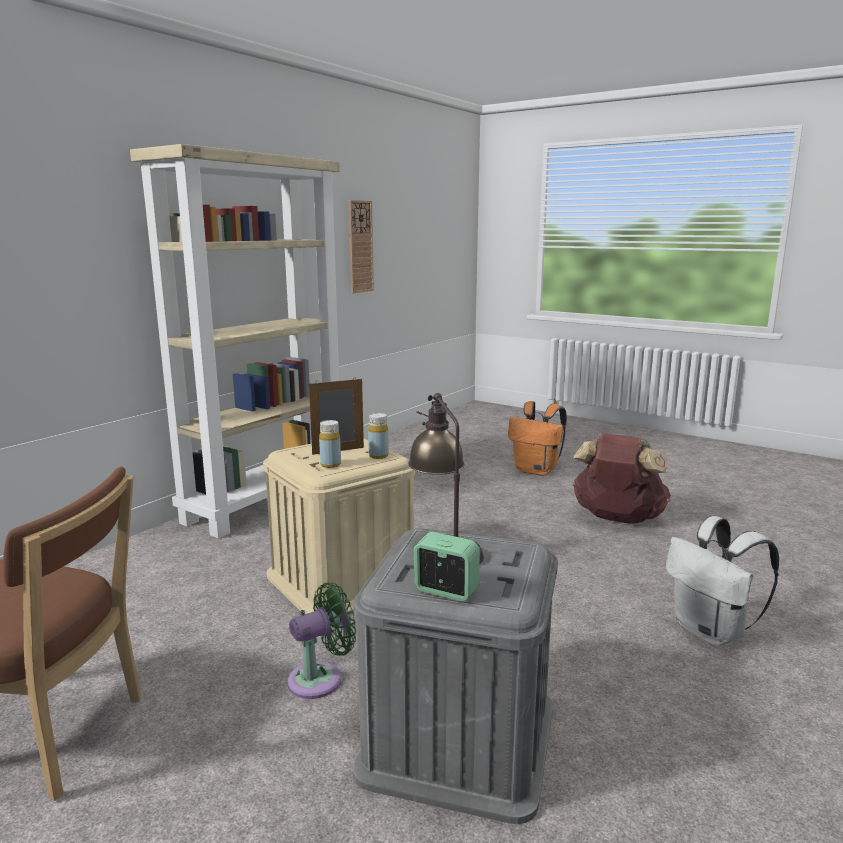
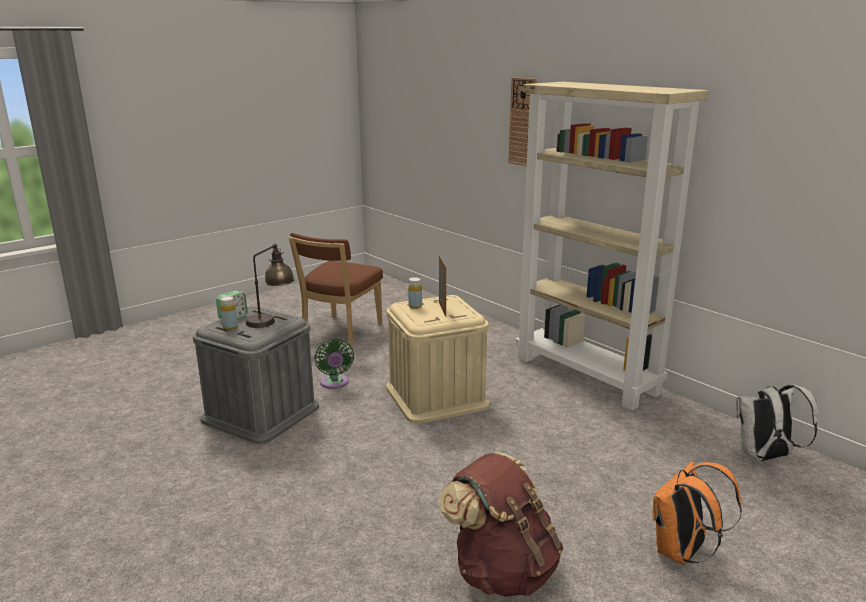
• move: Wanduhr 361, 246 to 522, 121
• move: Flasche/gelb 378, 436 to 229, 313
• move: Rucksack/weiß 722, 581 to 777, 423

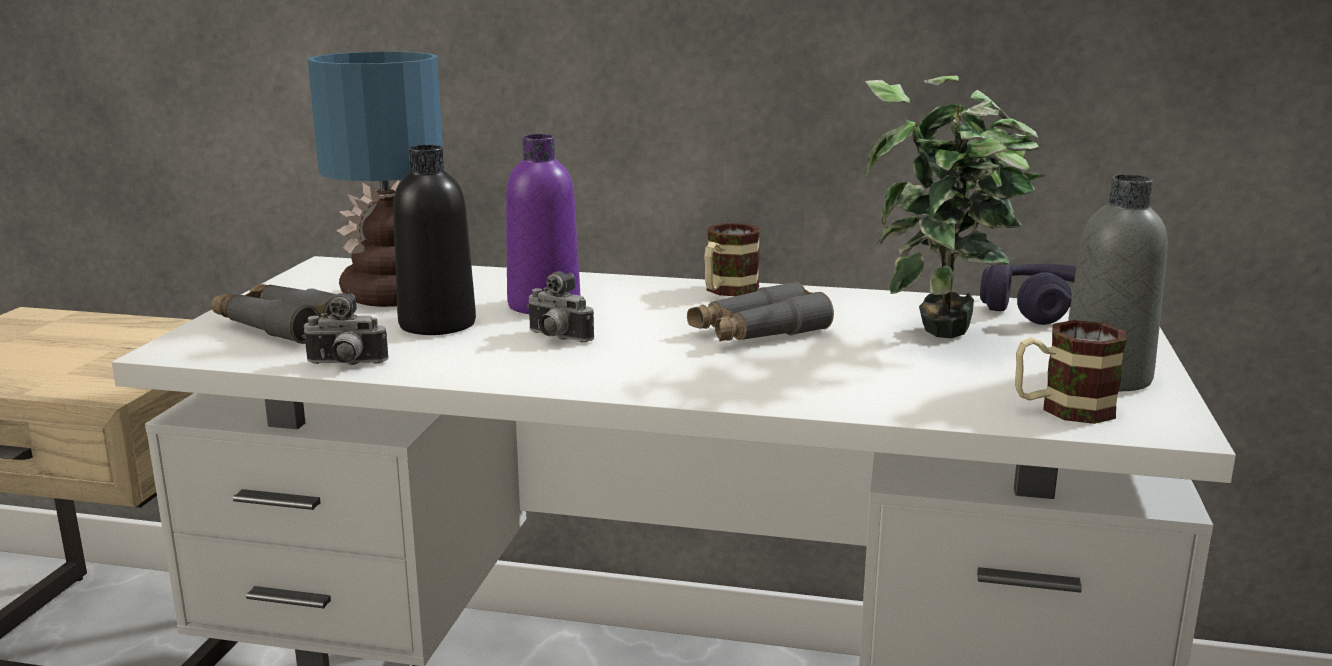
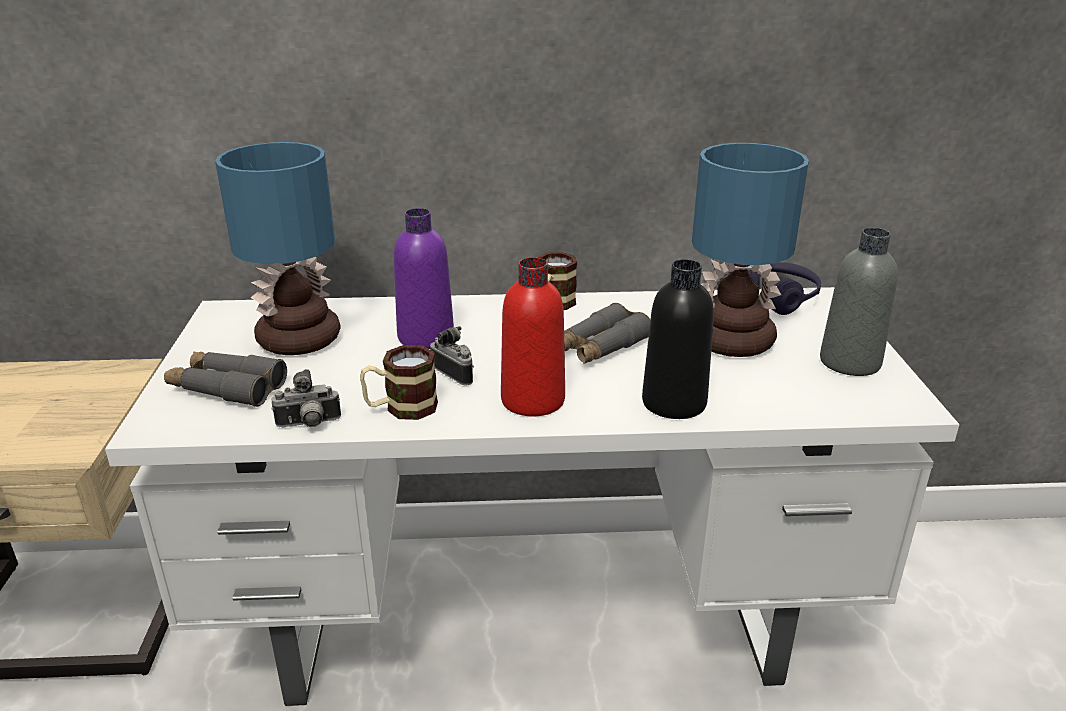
• replace: Topfpflanze 955, 206 to Tischlampe 750, 250
• move: Flasche/schwarz 434, 240 to 678, 339
• rotate: Kamera 560, 306 = 452, 356 150 degrees counterclockwise
• move: Henkelbecher 1071, 372 to 399, 382
• insert: Flasche/rot 533, 336

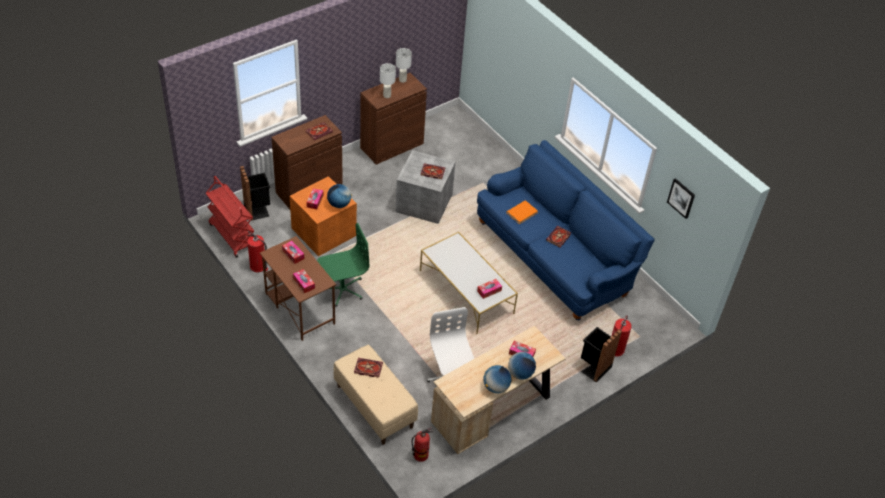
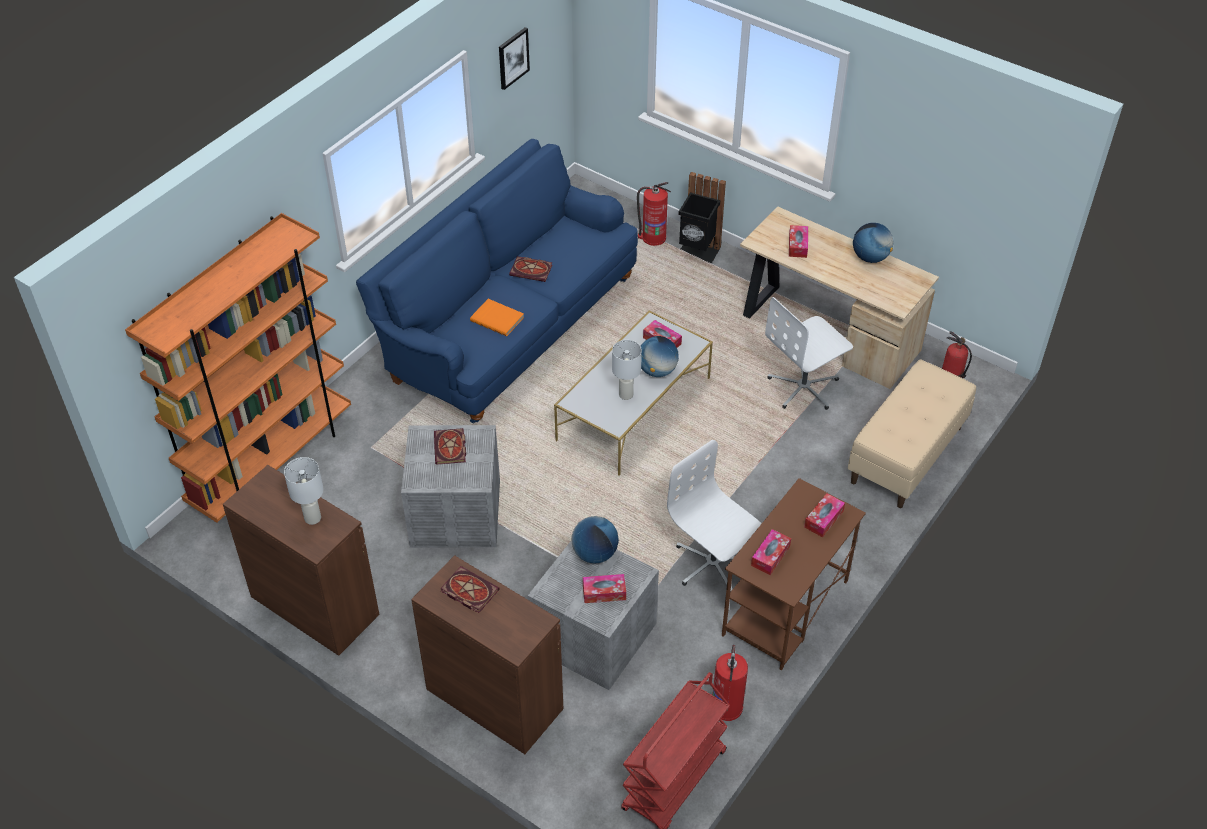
• move: Tischlampe/weiß 404, 65 to 627, 370
• delete: Mülleimer/schwarz 255, 193
• recolor: Aufbewahrungsbox/orange 323, 216 to Aufbewahrungsbox/grau 593, 615
• recolor: Bürostuhl/grün 343, 265 to Bürostuhl/weiß 714, 516
• move: Globus 522, 366 to 660, 356
• delete: Buch 368, 368
• insert: Bücherregal/orange 238, 368

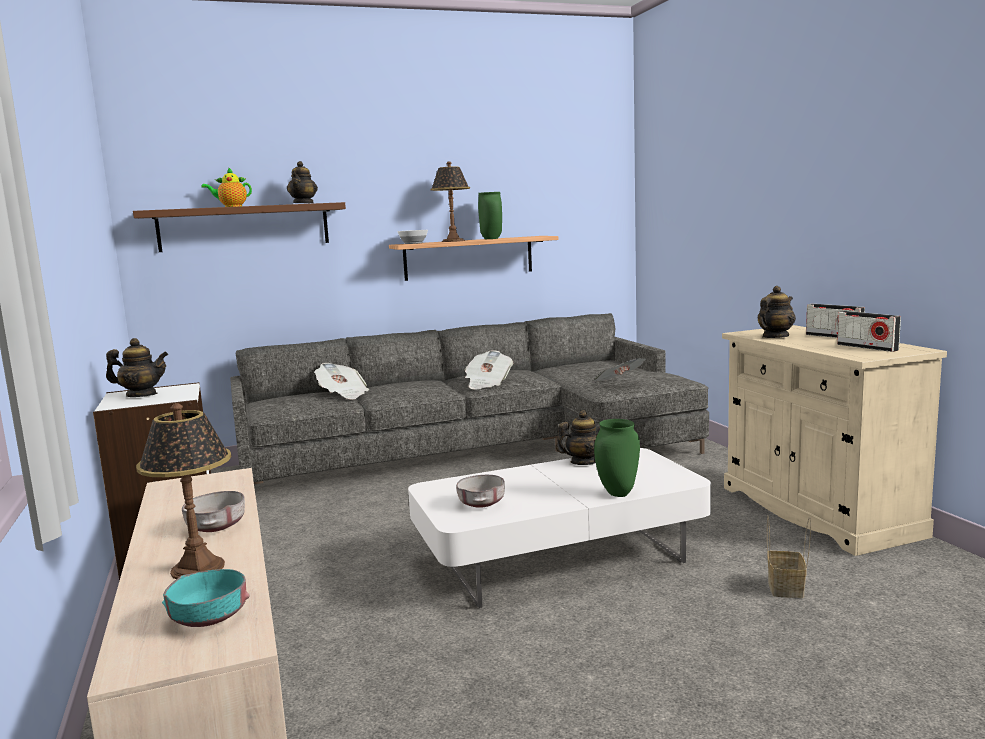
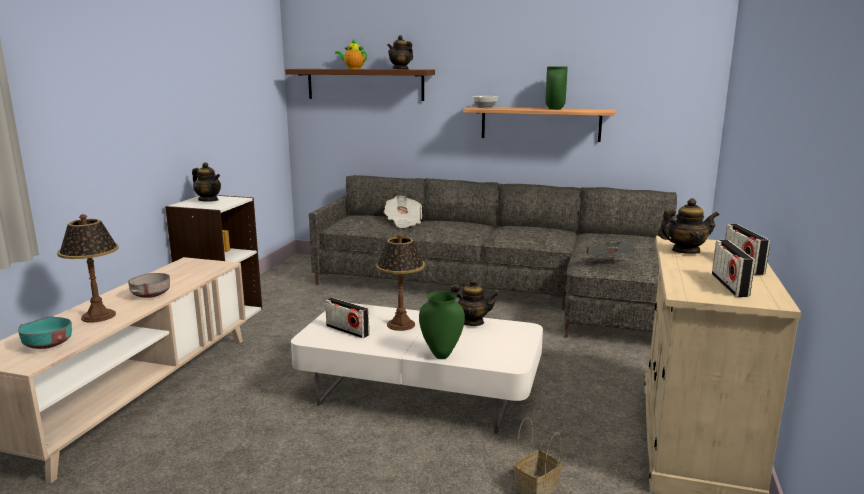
• move: Tischlampe 450, 201 to 400, 282
• delete: Zeitung 489, 369
• replace: Schüssel/grau 480, 491 to Radio 347, 317

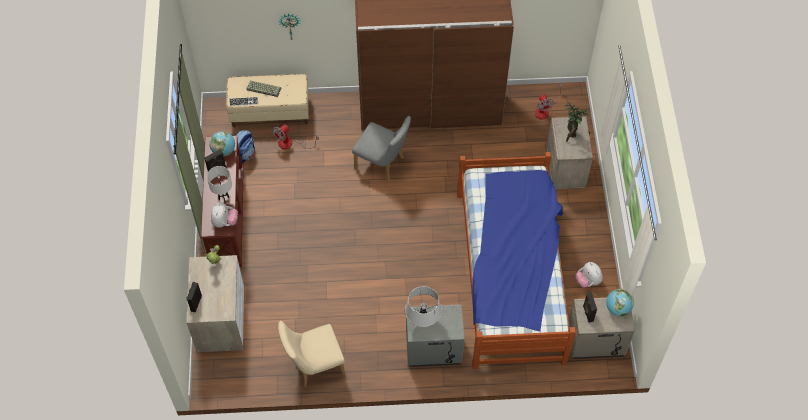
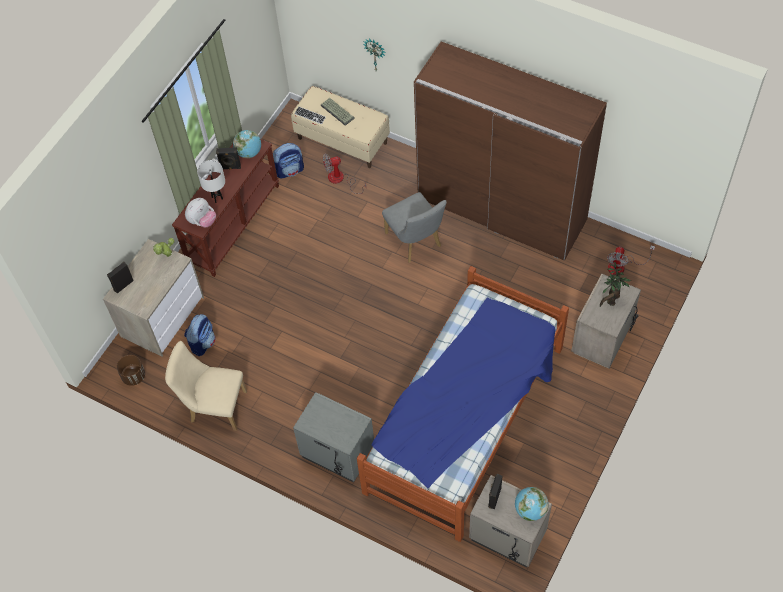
• delete: Plüschtier 589, 275
• delete: Tischlampe/grau 423, 306
• insert: Rucksack 200, 335
• insert: Pflanzkübel/braun 131, 370

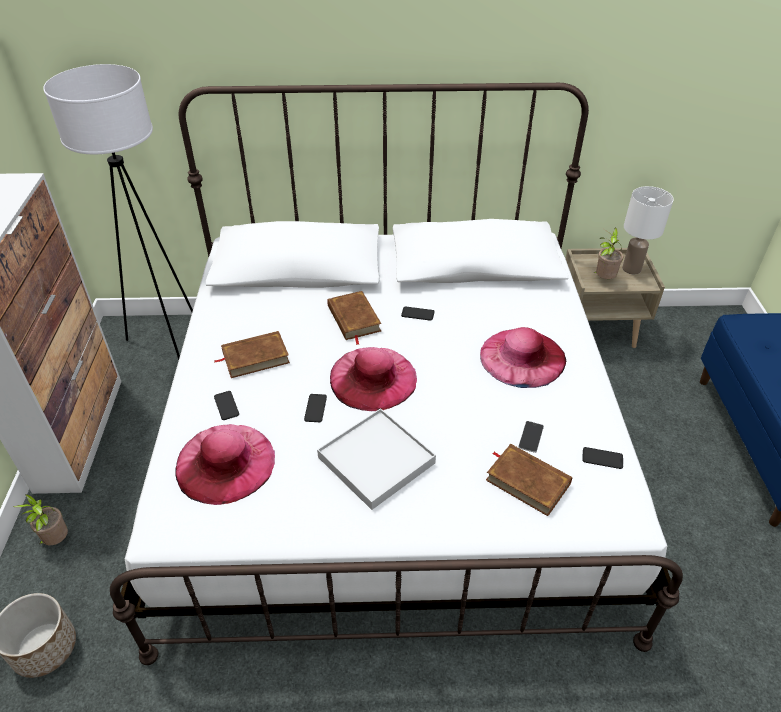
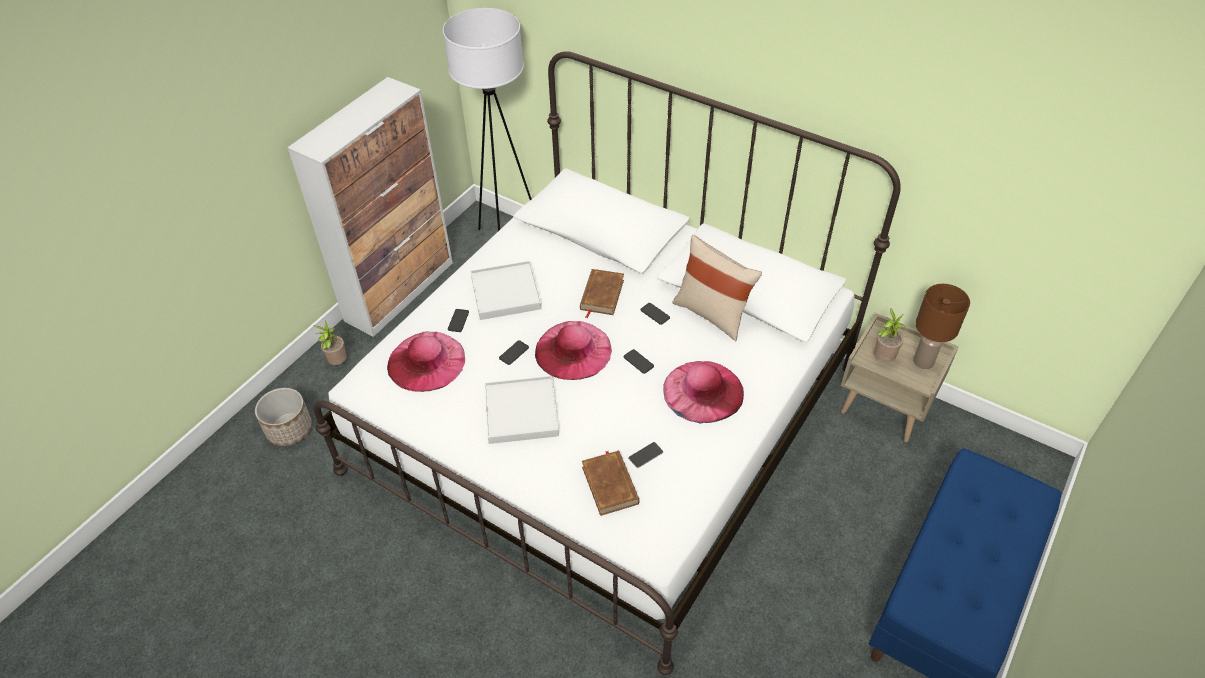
• recolor: Tischlampe/weiß 648, 230 to Tischlampe/braun 941, 326
• replace: Buch/braun 252, 354 to Tablett/weiß 506, 290
• move: Handy 602, 458 to 639, 361
• insert: Kissen/beige 717, 288

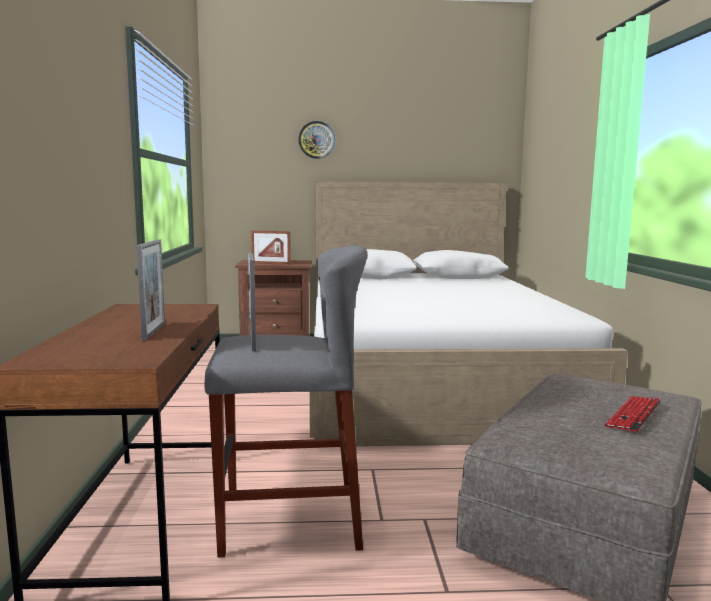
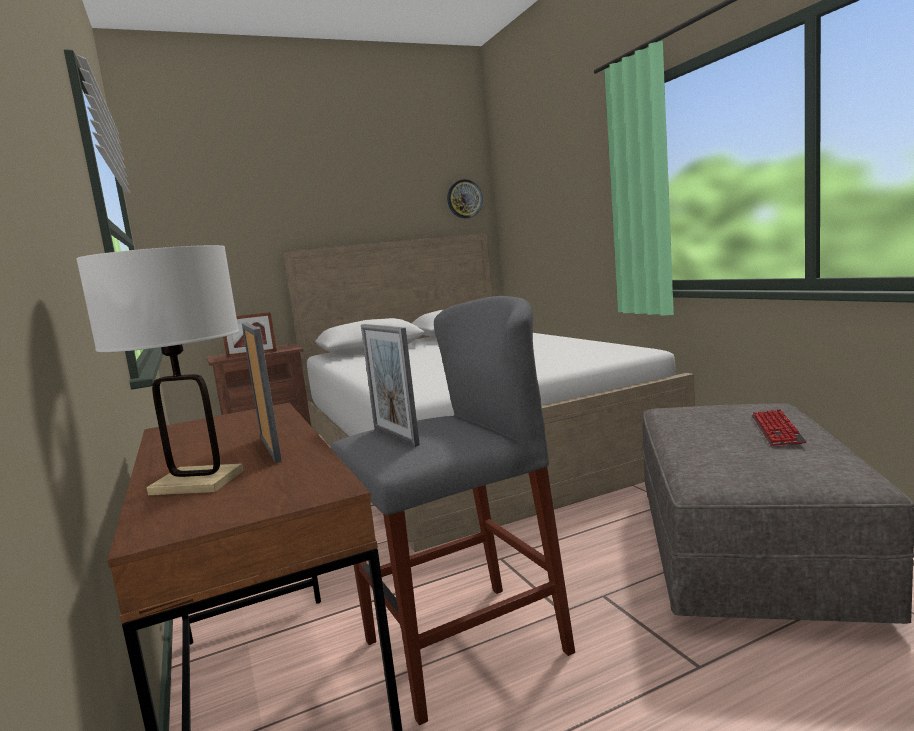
• move: Wanduhr 316, 140 to 465, 198
• insert: Tischlampe/weiß 159, 370

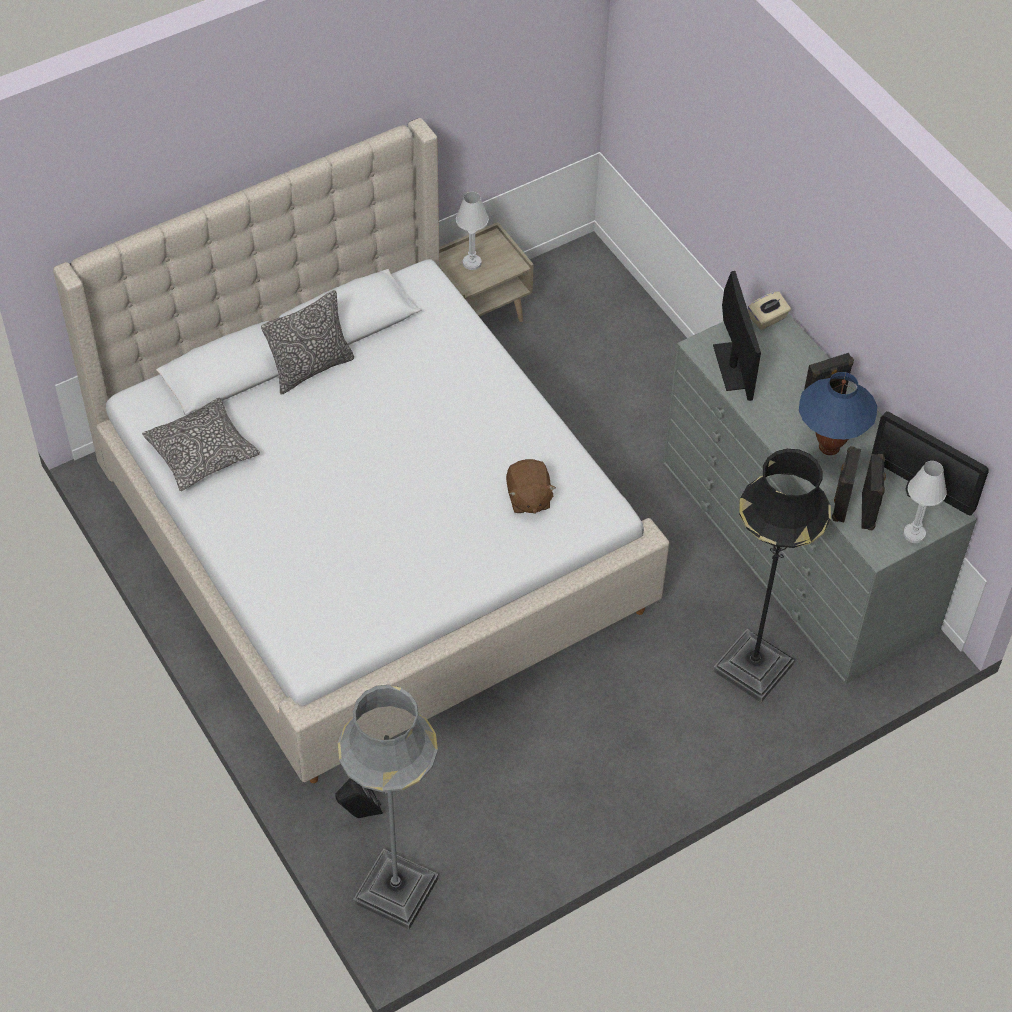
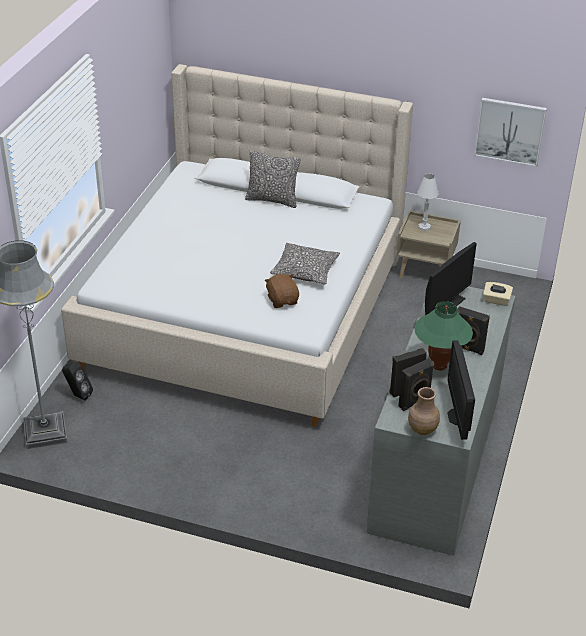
• recolor: Tischlampe/blau 838, 413 to Tischlampe/grün 443, 336
• move: Kissen 201, 444 to 305, 263
• delete: Stehlampe/schwarz 772, 576
• rotate: Plüschtier/braun 531, 486 = 281, 291 120 degrees clockwise
• replace: Tischlampe/weiß 925, 502 to Vase/braun 424, 411
• insert: Bild 510, 132

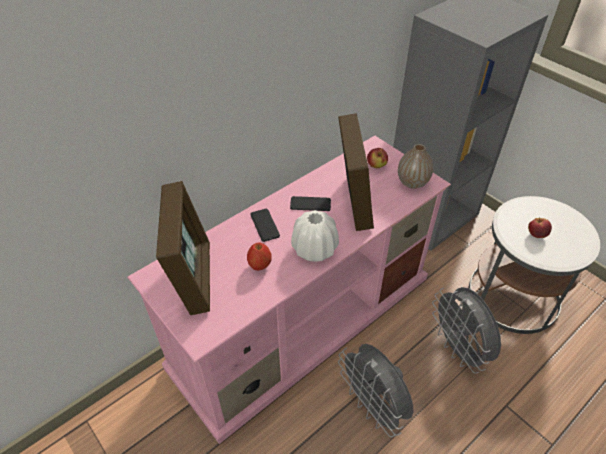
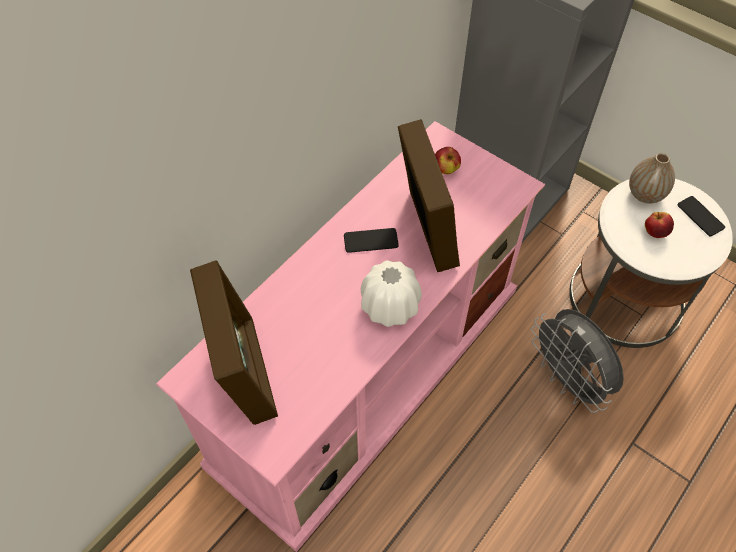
• move: Vase 415, 166 to 652, 178
• move: Handy 265, 225 to 701, 216
• delete: Apfel 259, 256
• delete: Ventilator/grau 375, 390

